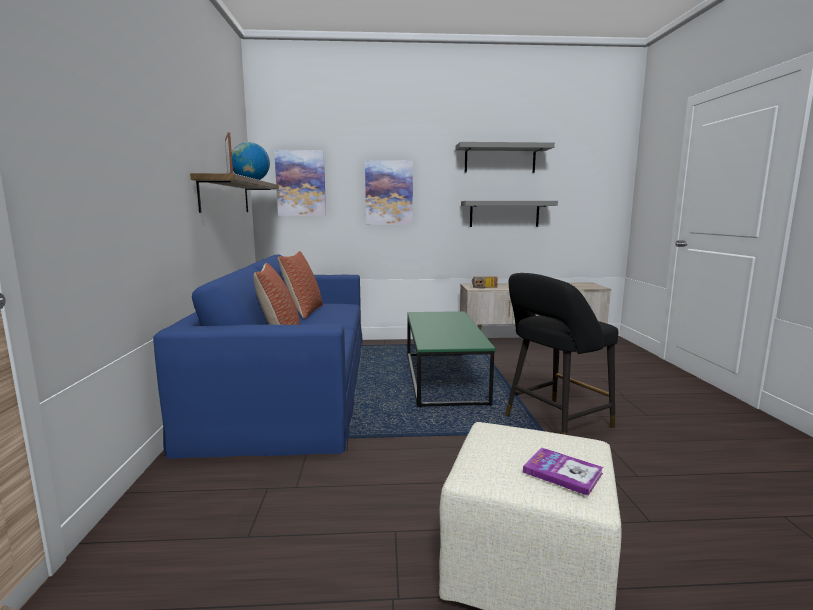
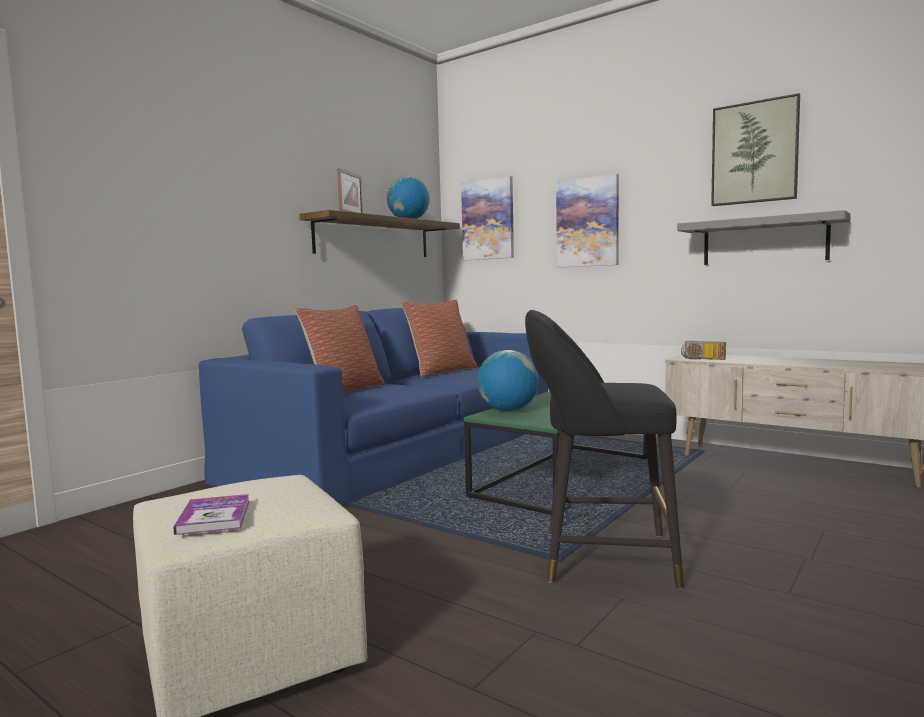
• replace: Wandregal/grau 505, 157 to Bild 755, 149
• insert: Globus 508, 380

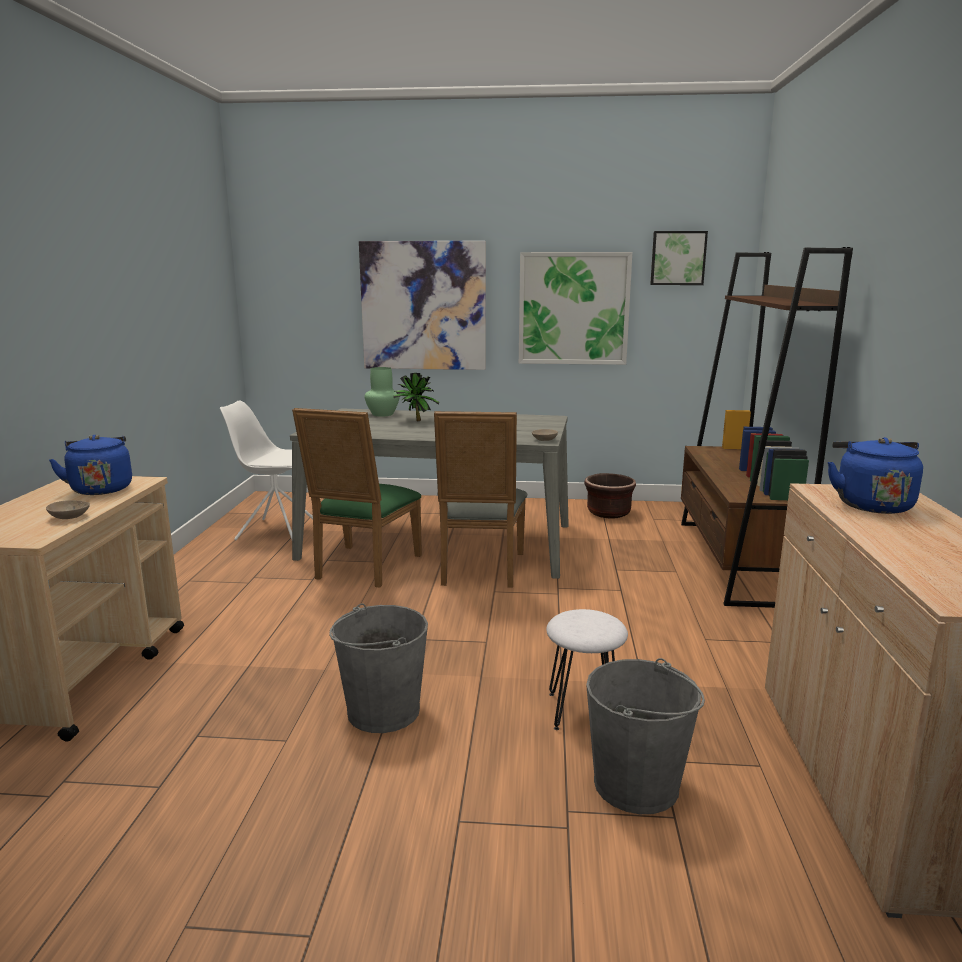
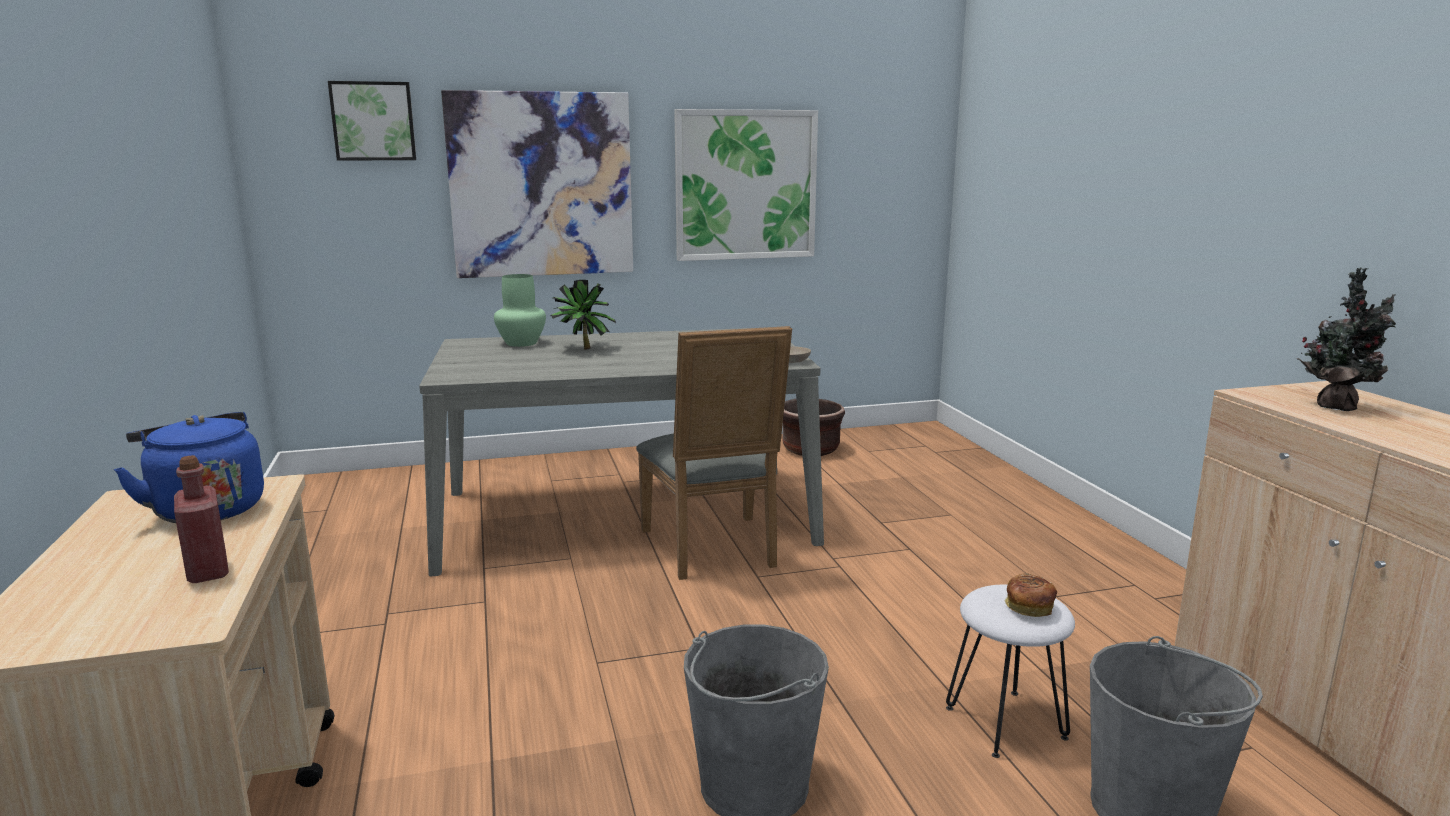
• move: Bild 679, 258 to 372, 121
• delete: Bücherregal/braun 767, 427
• delete: Stuhl/weiß 266, 470
• delete: Stuhl/grün 357, 498
• replace: Wasserkessel/blau 875, 475 to Topfpflanze 1346, 339
• replace: Schüssel/beige 68, 509 to Flasche/rot 201, 519
• insert: Brot 1031, 595

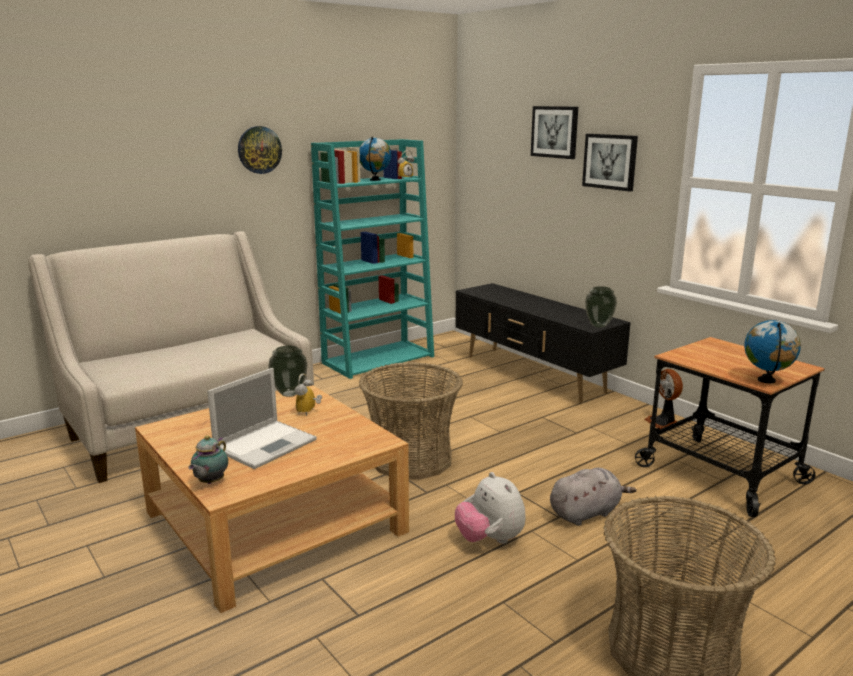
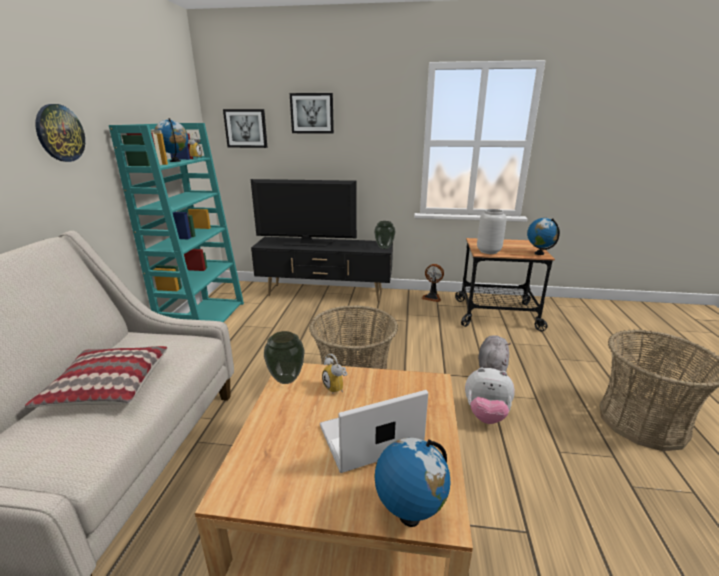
• move: Bild 610, 163 to 245, 128
• rotate: Laptop 262, 418 = 374, 431 105 degrees counterclockwise
• replace: Teekanne 208, 459 to Globus 412, 482
• insert: Fernseher 304, 213
• insert: Vase/grau 492, 231
• insert: Kissen 96, 377

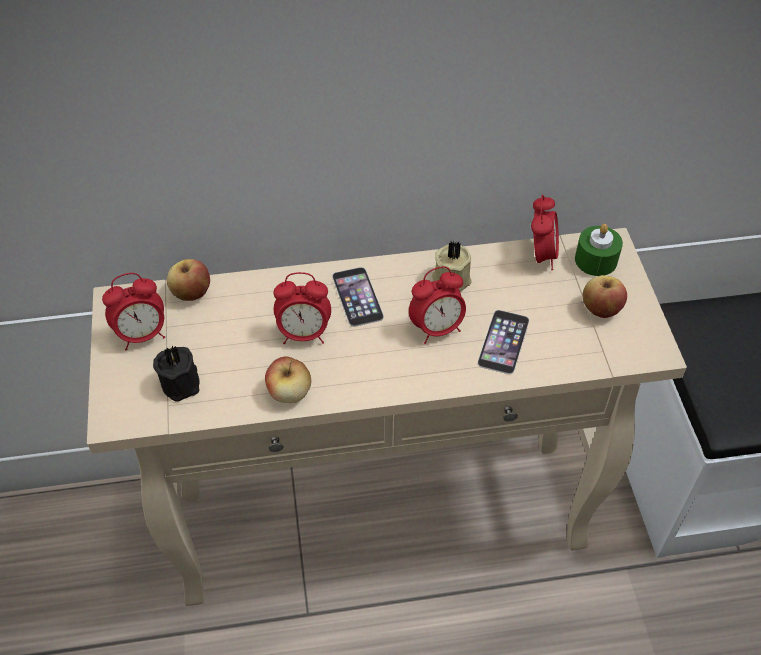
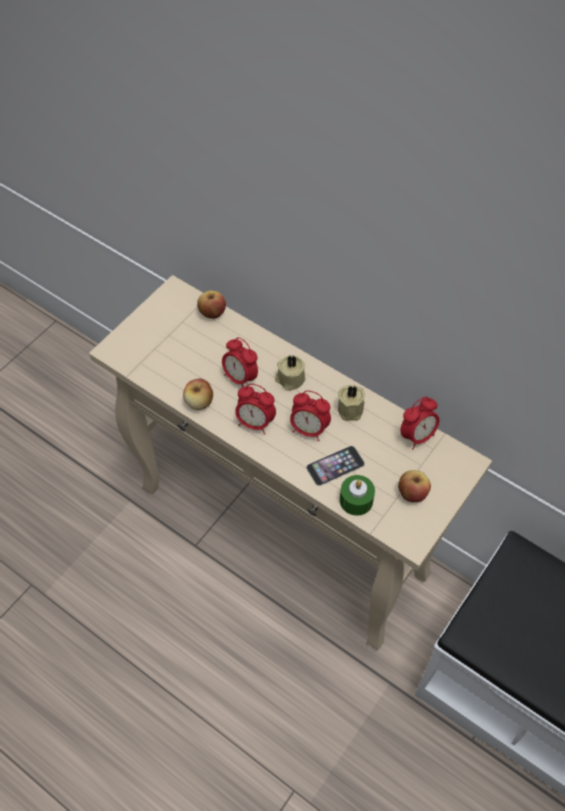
• move: Kerze/grün 599, 250 to 357, 495
• replace: Handy 358, 297 to Kerze/beige 290, 373
• move: Wecker 133, 312 to 255, 409
• delete: Kerze/schwarz 176, 373

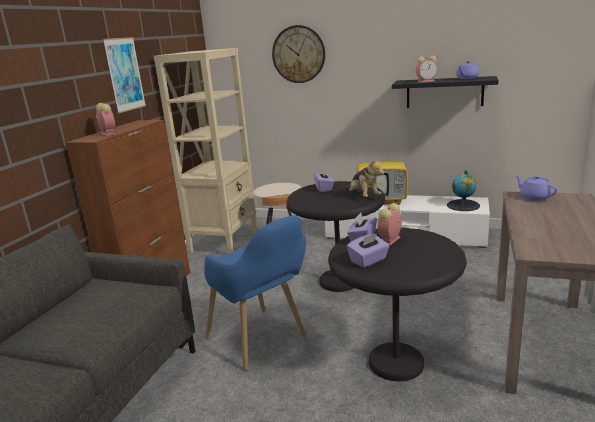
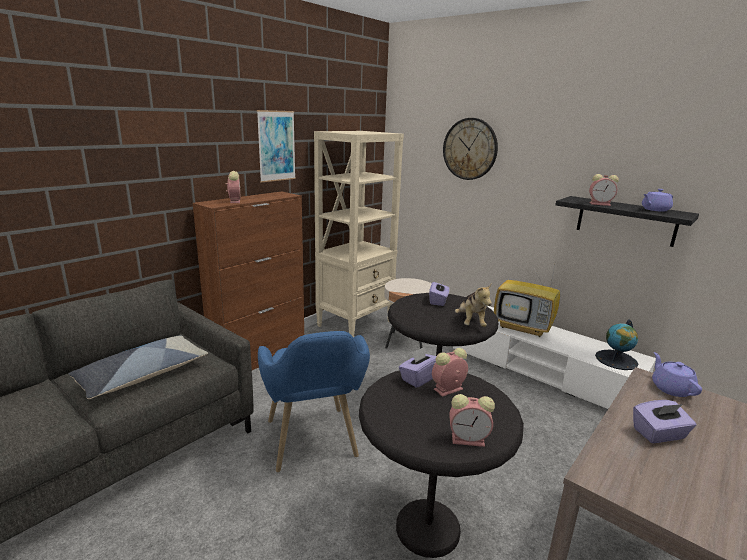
• move: Taschentuchbox/lila 368, 250 to 664, 421
• insert: Kissen 138, 367
• insert: Wecker 472, 420

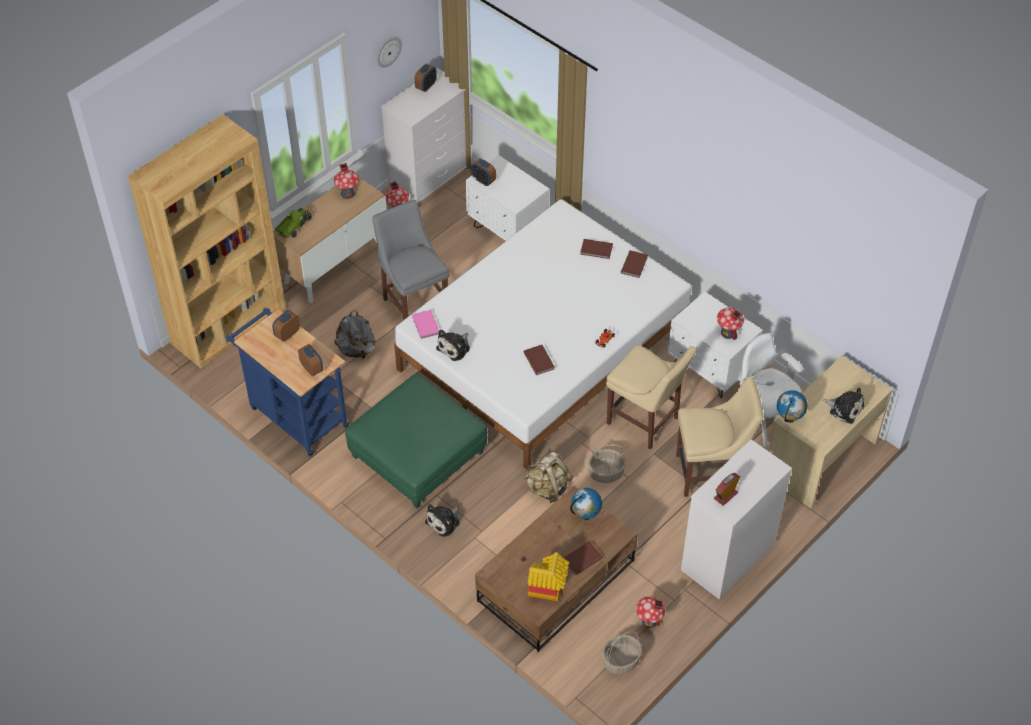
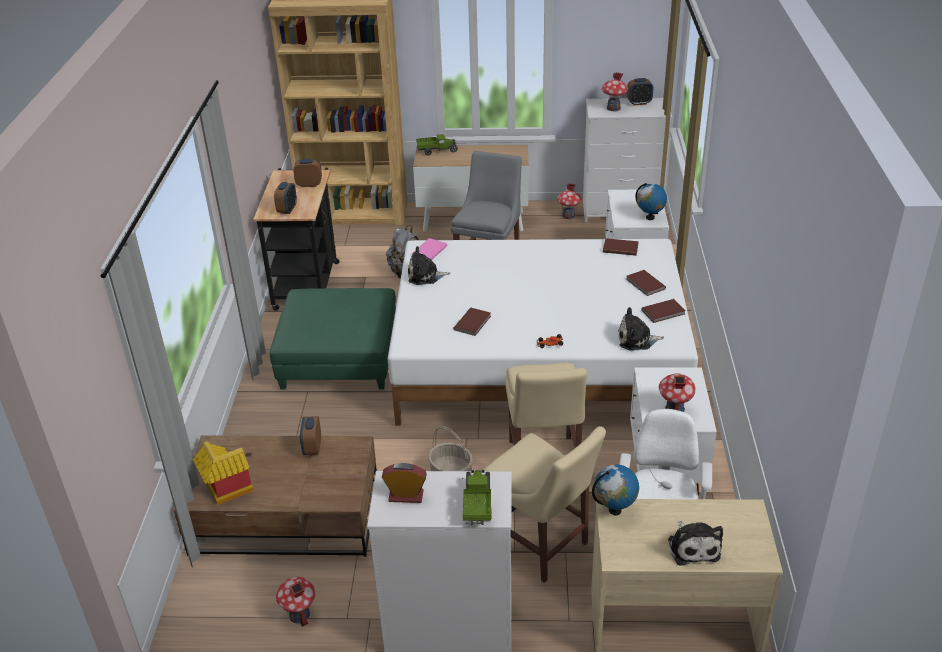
• delete: Wanduhr 389, 52
• move: Wecker 484, 172 to 310, 435
• move: Spielzeughaus 346, 181 to 615, 92
• recolor: Rollwagen/blau 287, 382 to Rollwagen/schwarz 296, 239
• delete: Rucksack/beige 548, 477
• move: Globus 586, 504 to 651, 201
• move: Plüschtier 442, 520 to 641, 329
• move: Buch/braun 583, 558 to 621, 247
• delete: Korb 622, 652
• insert: Spielzeuglaster 476, 497

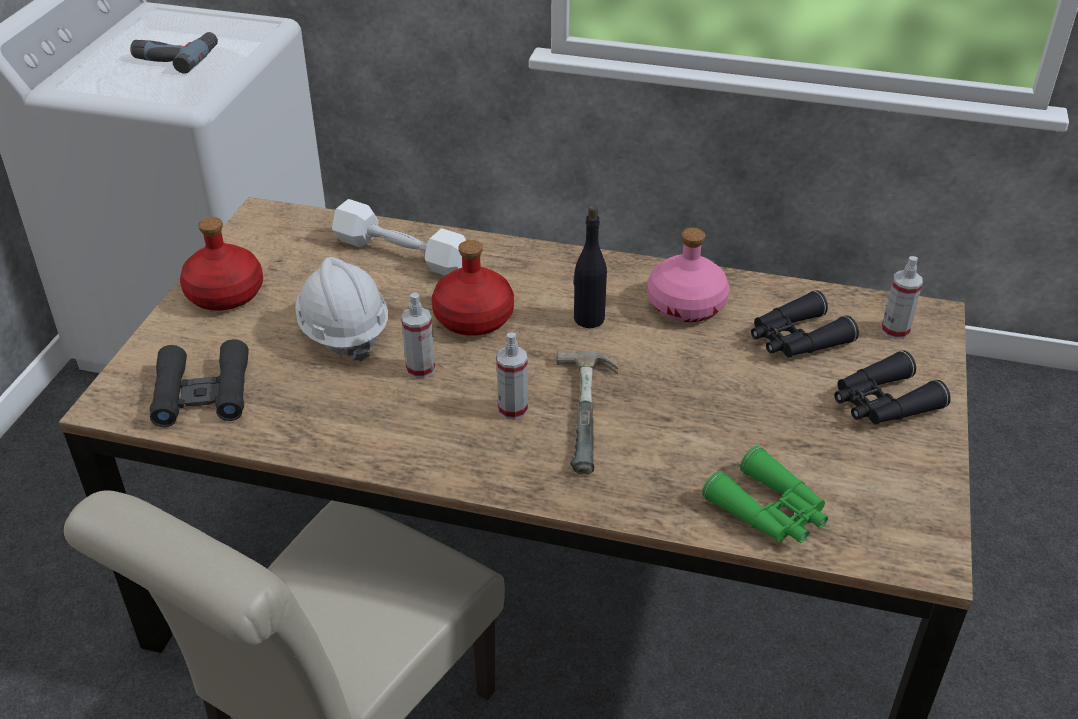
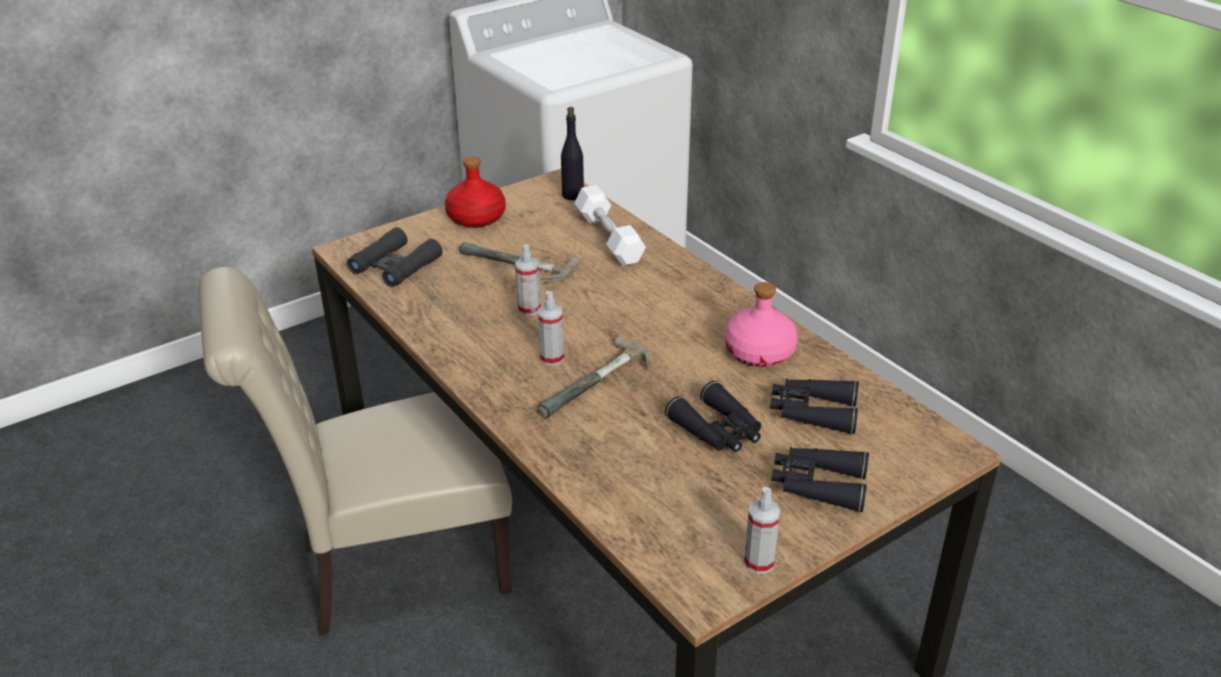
• delete: Bohrmaschine 174, 53
• move: Flasche/schwarz 590, 266 to 572, 153
• delete: Flasche/rot 472, 288
• move: Sprühflasche 902, 298 to 762, 530
• replace: Schutzhelm/weiß 341, 309 to Hammer 519, 262
• delete: Fernglas/grün 765, 494
• insert: Fernglas/schwarz 713, 416

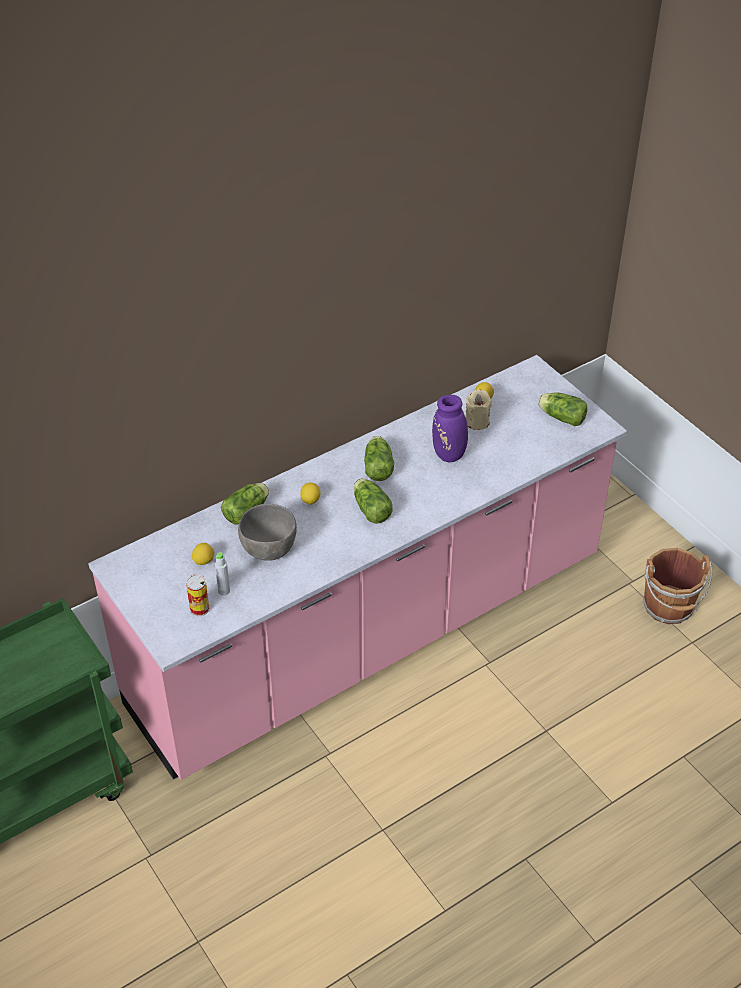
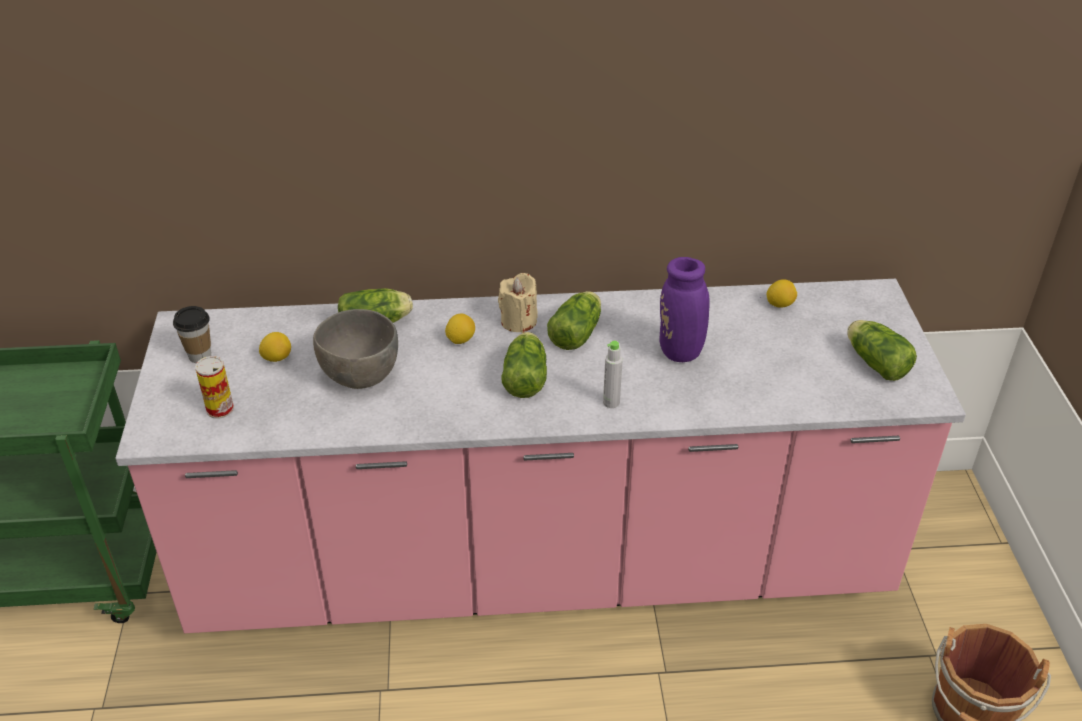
• move: Kerze/beige 479, 409 to 517, 303
• move: Flasche/grau 222, 574 to 613, 374
• insert: Tasse 192, 334

